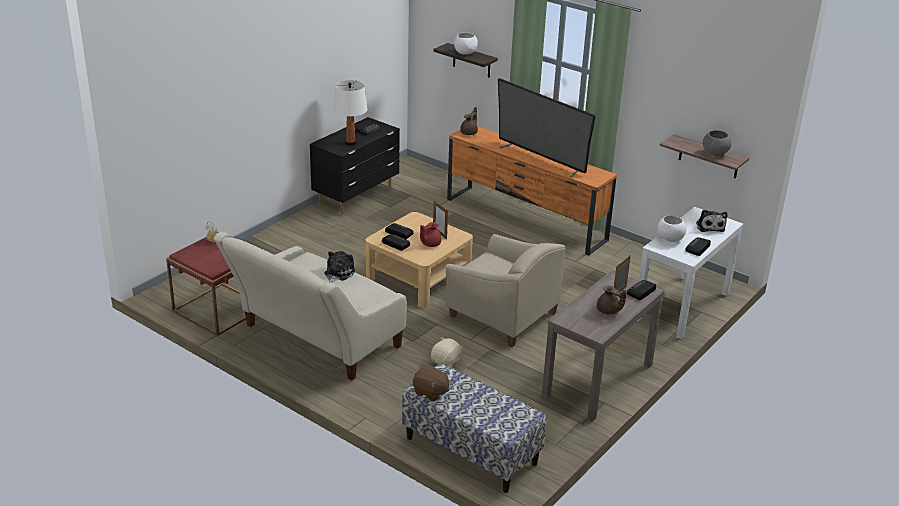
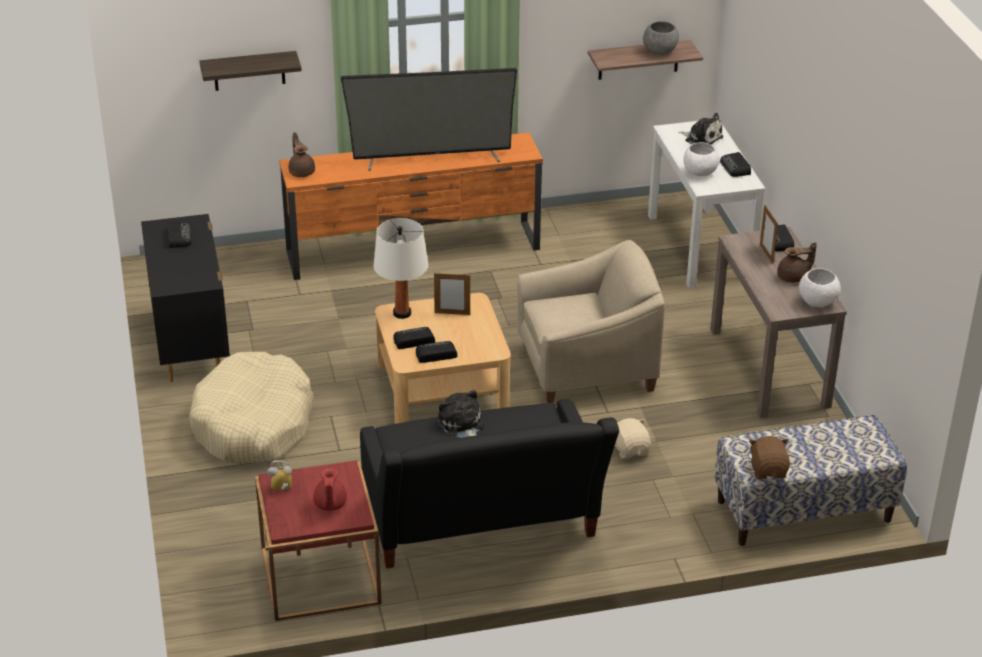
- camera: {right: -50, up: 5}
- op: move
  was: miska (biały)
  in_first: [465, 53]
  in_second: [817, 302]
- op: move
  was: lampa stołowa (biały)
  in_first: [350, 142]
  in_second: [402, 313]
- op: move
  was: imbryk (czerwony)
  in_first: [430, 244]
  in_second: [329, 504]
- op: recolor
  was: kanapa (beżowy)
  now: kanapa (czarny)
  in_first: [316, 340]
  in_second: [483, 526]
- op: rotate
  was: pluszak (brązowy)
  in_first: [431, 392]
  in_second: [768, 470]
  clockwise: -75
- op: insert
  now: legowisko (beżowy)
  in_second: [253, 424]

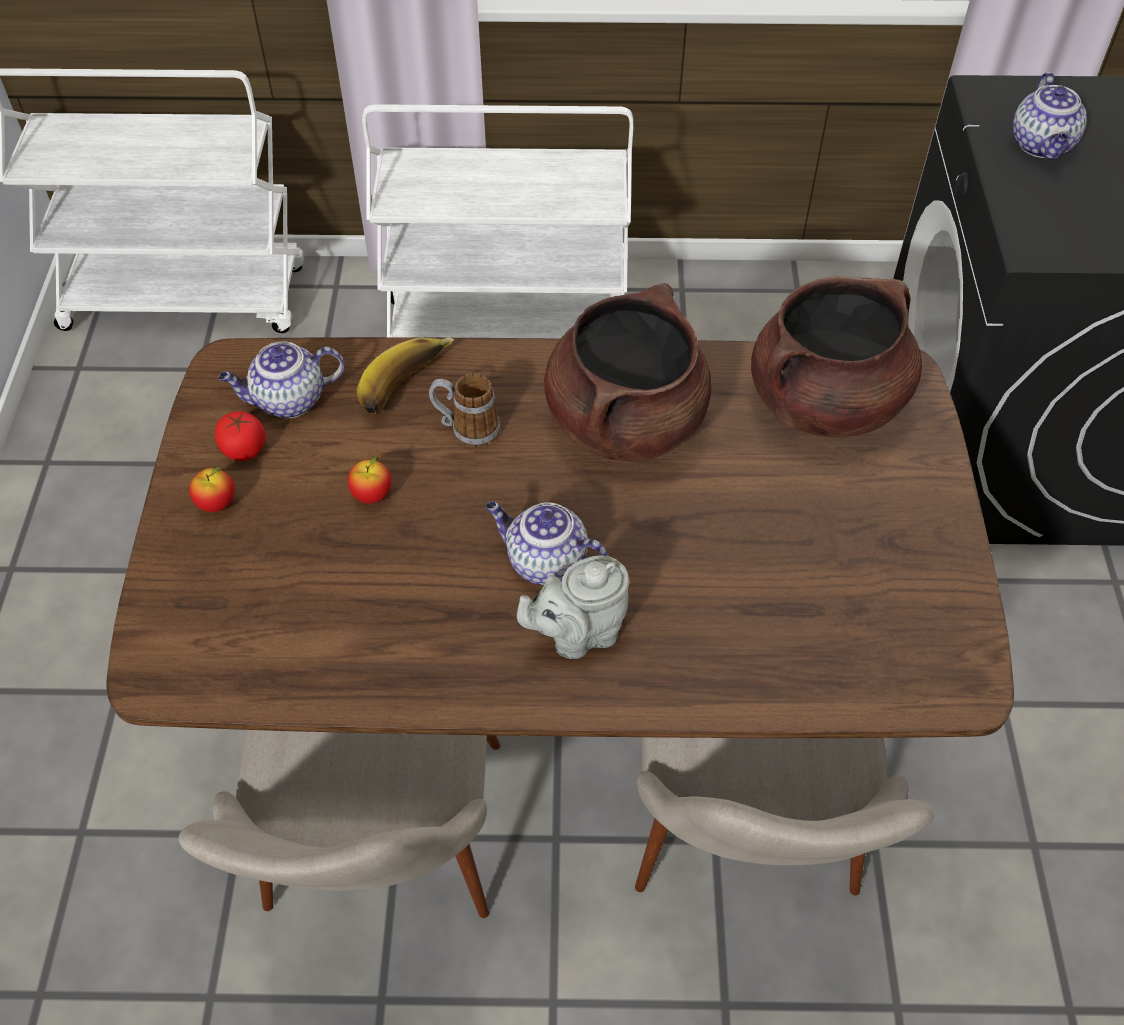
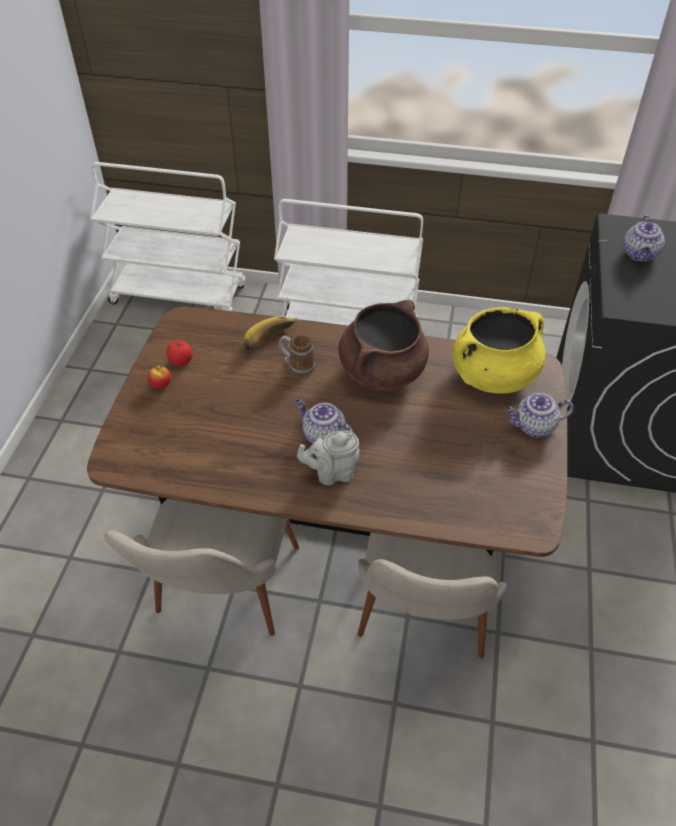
- camera: {right: 10, up: -5}
- op: recolor
  was: garnek (brązowy)
  now: garnek (żółty)
  in_first: [825, 403]
  in_second: [493, 376]
- op: move
  was: imbryk
  in_first: [288, 401]
  in_second: [533, 427]
- op: delete
  was: jabłko
  in_first: [372, 495]

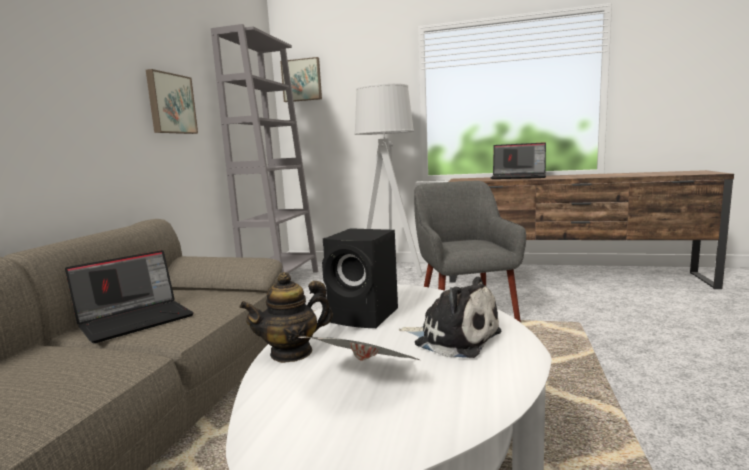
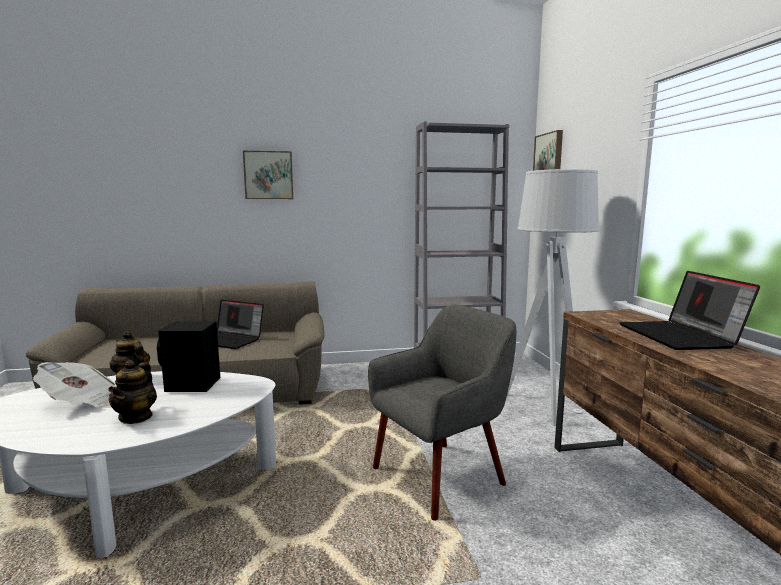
- camera: {right: 65, up: 0}
- op: move
  was: obraz
  in_first: [170, 104]
  in_second: [268, 175]
- op: replace
  was: pluszak
  now: imbryk
  in_first: [453, 338]
  in_second: [136, 417]

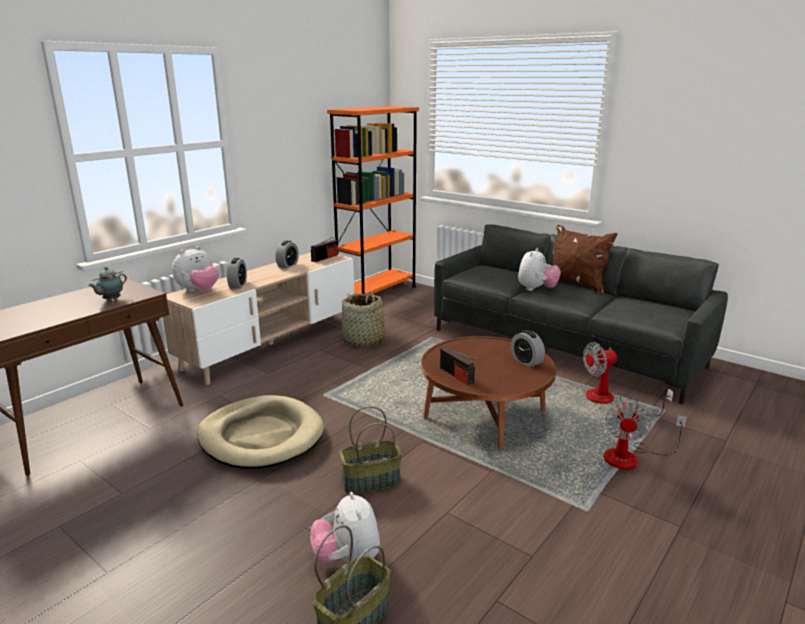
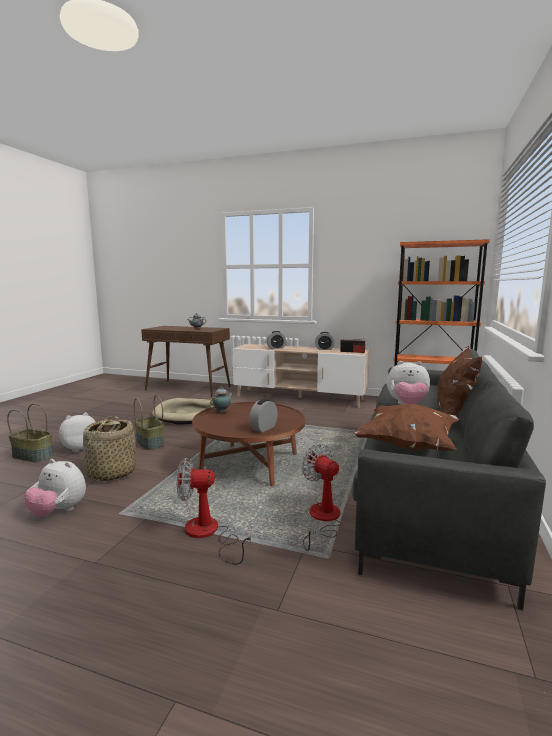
- camera: {right: 70, up: -10}
- op: move
  was: pluszak
  in_first: [198, 290]
  in_second: [58, 511]
- op: move
  was: koszyk
  in_first: [364, 340]
  in_second: [111, 473]
- op: replace
  was: radio
  now: imbryk
  in_first: [456, 375]
  in_second: [222, 412]
- op: insert
  now: poduszka (brązowy)
  in_second: [408, 446]

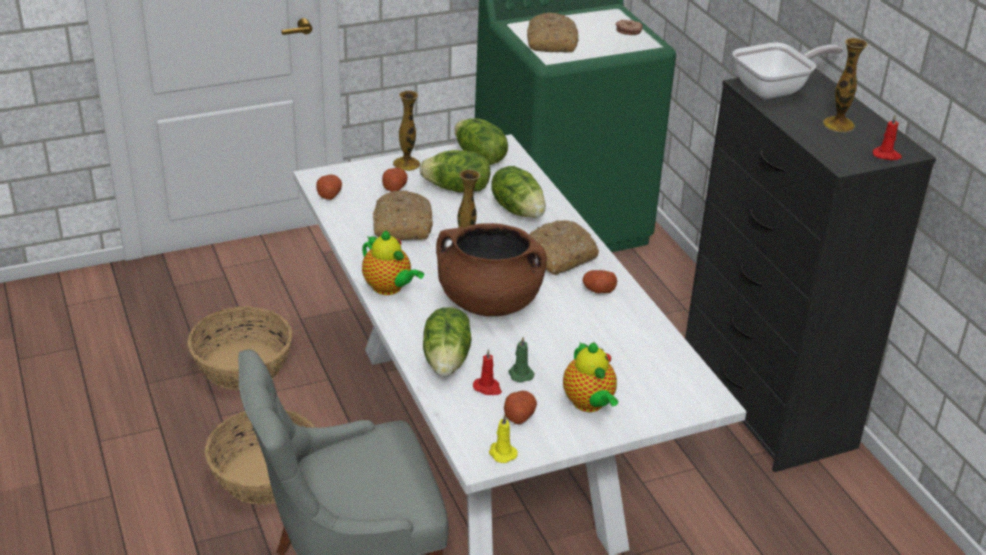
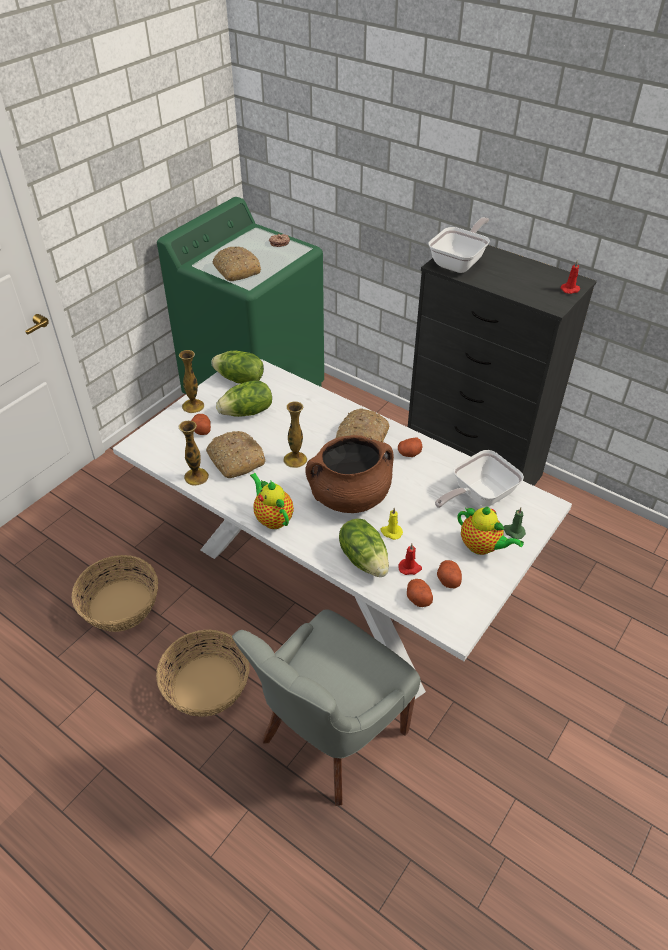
- camera: {right: -30, up: 10}
- op: move
  was: wazon
  in_first: [838, 124]
  in_second: [196, 476]
- op: delete
  was: sałata
  in_first: [518, 210]
- op: move
  was: ziemniak
  in_first: [329, 194]
  in_second: [418, 598]
- op: rotate
  was: imbryk
  in_first: [389, 288]
  in_second: [272, 518]
  clockwise: -135
- op: move
  was: świeca (zielony)
  in_first: [520, 374]
  in_second: [513, 531]
- op: move
  was: świeca (żółty)
  in_first: [501, 453]
  in_second: [391, 532]
- op: insert
  now: patelnia
  in_second: [478, 496]

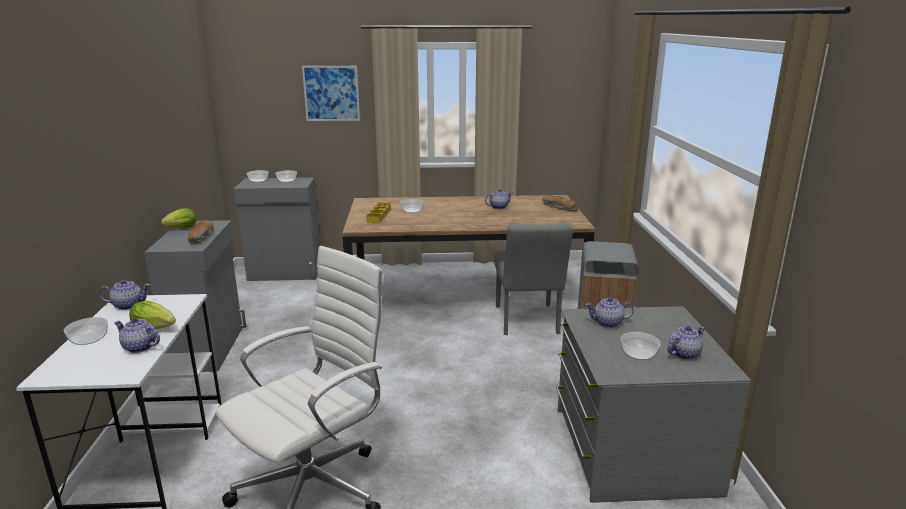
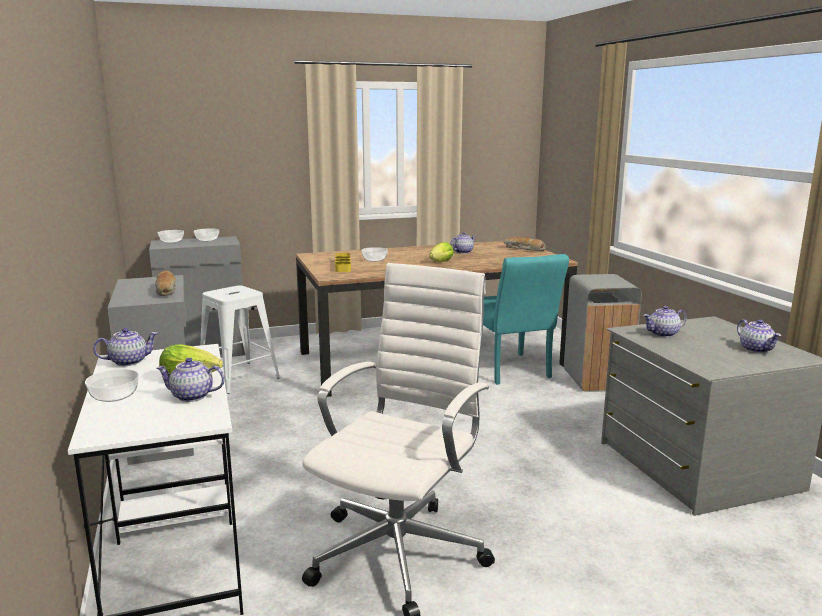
- camera: {right: -15, up: -5}
- op: delete
  was: obraz
  in_first: [331, 93]
- op: move
  was: sałata
  in_first: [179, 229]
  in_second: [440, 262]
- op: recolor
  was: krzesło (szary)
  now: krzesło (turkusowy)
  in_first: [527, 322]
  in_second: [512, 371]
- op: rotate
  was: imbryk
  in_first: [683, 353]
  in_second: [756, 349]
  clockwise: 120
- op: delete
  was: miska
  in_first: [639, 354]
- op: insert
  now: stołek (biały)
  in_second: [238, 378]

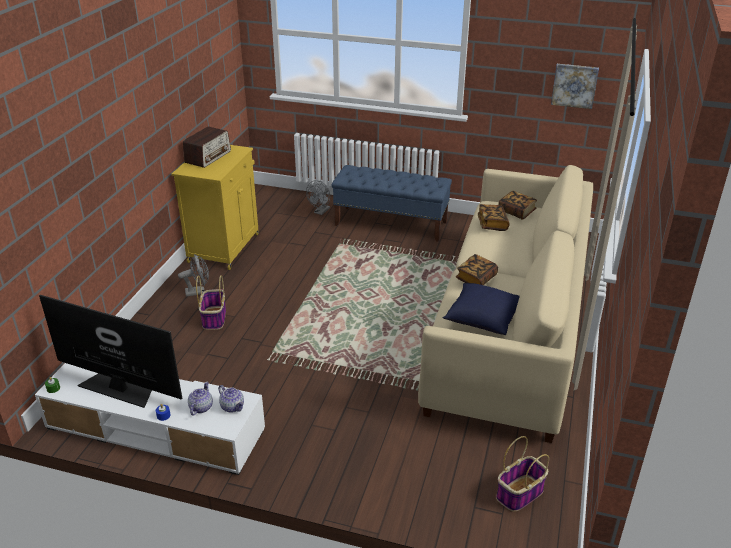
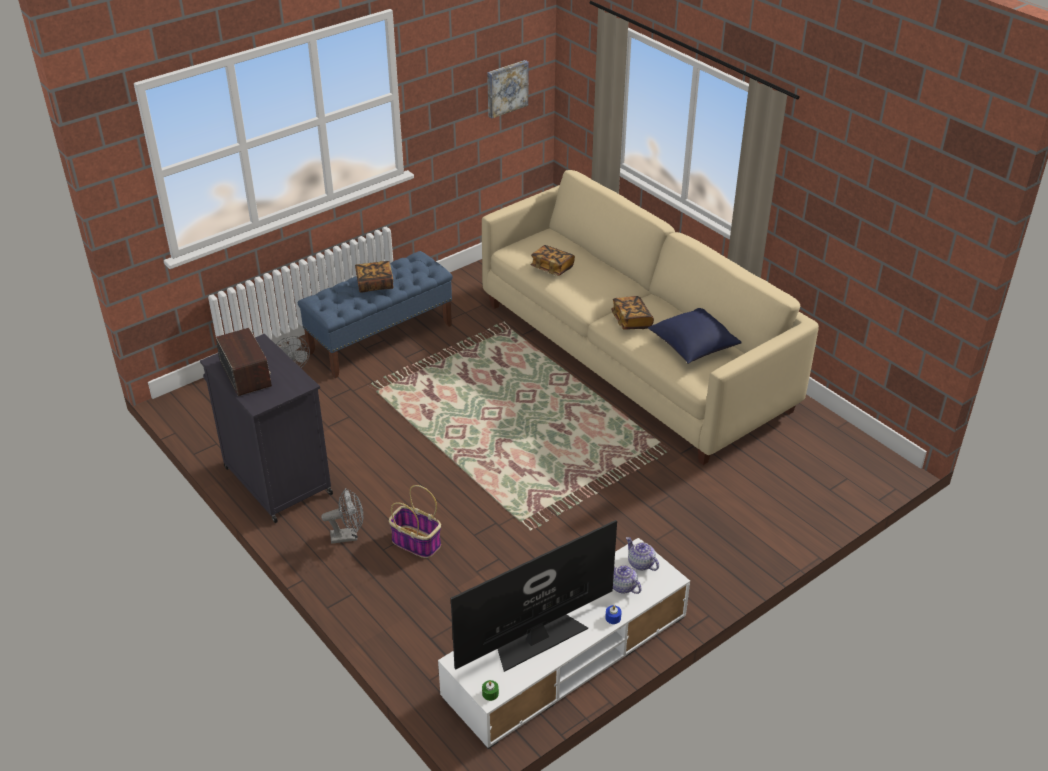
- camera: {right: -55, up: 5}
- op: recolor
  was: szafka (żółty)
  now: szafka (czarny)
  in_first: [224, 247]
  in_second: [276, 479]
- op: move
  was: książka
  in_first: [516, 212]
  in_second: [375, 284]
- op: rotate
  was: wentylator (szary)
  in_first: [198, 291]
  in_second: [348, 536]
  clockwise: 60
- op: rotate
  was: imbryk
  in_first: [233, 407]
  in_second: [640, 563]
  clockwise: -120
- op: delete
  was: koszyk
  in_first: [519, 494]

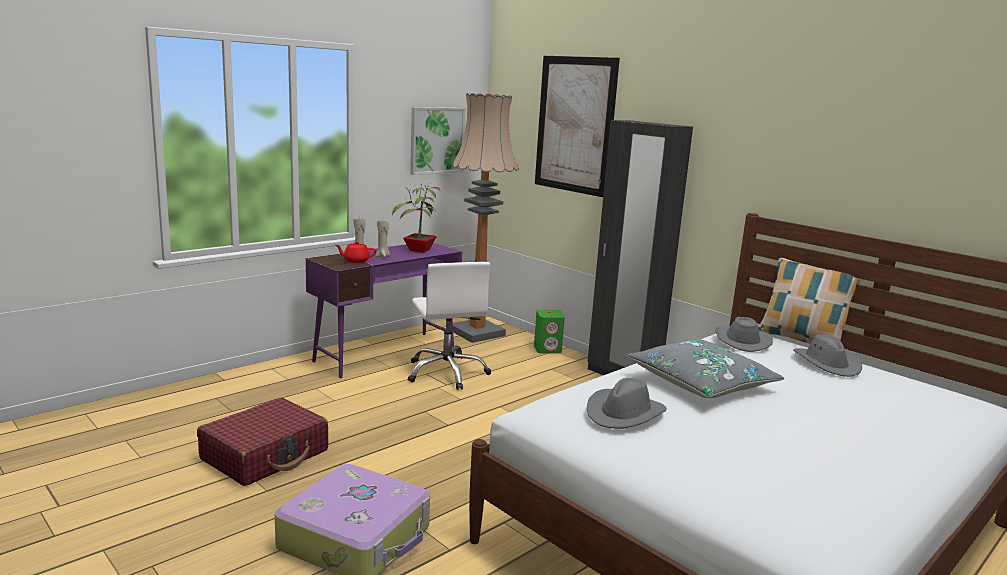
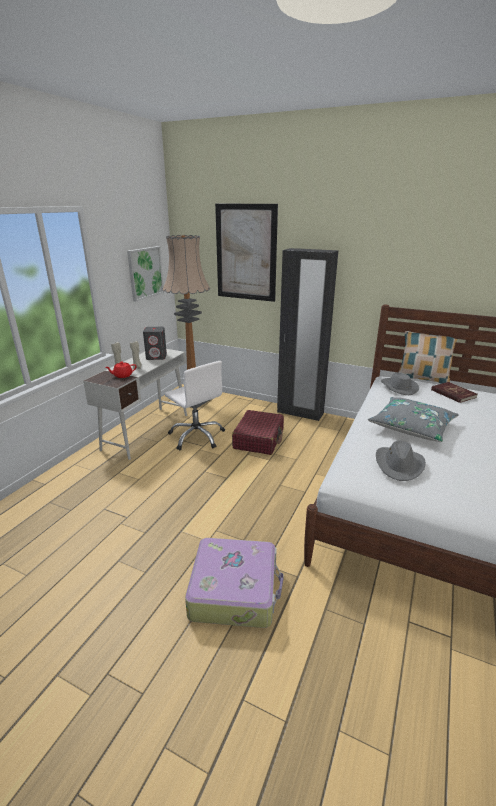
- camera: {right: -20, up: 10}
- op: replace
  was: roślina doniczkowa
  now: głośnik (szary)
  in_first: [419, 250]
  in_second: [156, 357]
- op: recolor
  was: biurko (fioletowy)
  now: biurko (biały)
  in_first: [386, 354]
  in_second: [147, 431]
- op: delete
  was: głośnik (zielony)
  in_first: [548, 349]
- op: replace
  was: kapelusz (szary)
  now: książka (czerwony)
  in_first: [827, 363]
  in_second: [453, 394]
- op: move
  was: walizka (czerwony)
  in_first: [265, 455]
  in_second: [259, 439]

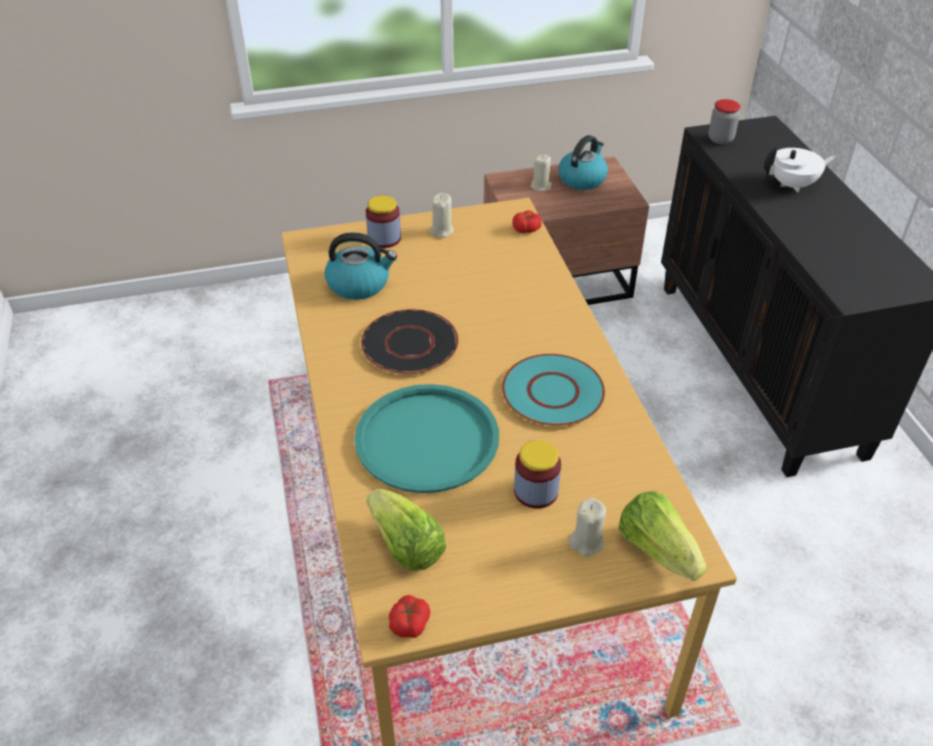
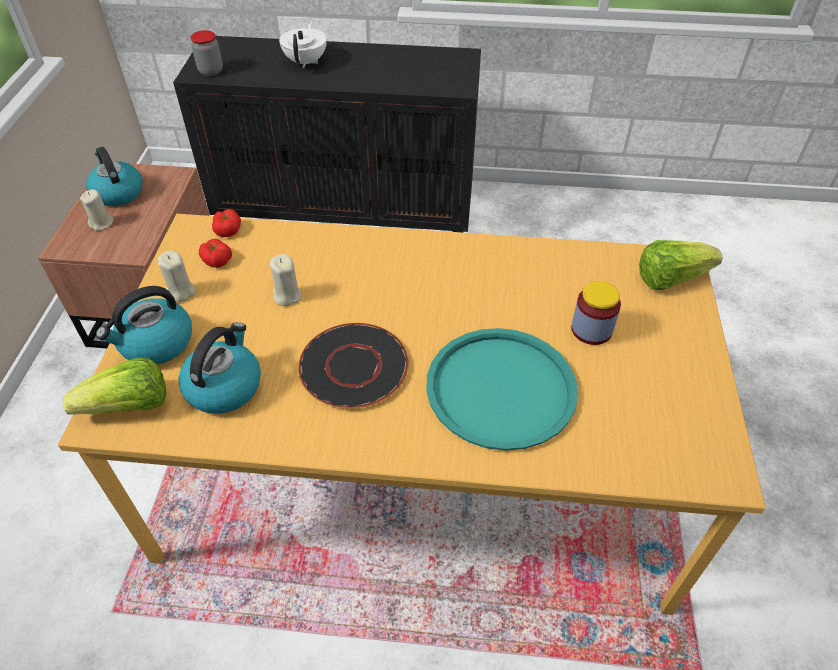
- camera: {right: -70, up: 5}
- op: replace
  was: słoik
  now: czajnik
  in_first: [384, 238]
  in_second: [156, 344]
- op: delete
  was: talerz (turkusowy)
  in_first: [553, 391]
- op: move
  was: sałata
  in_first: [405, 545]
  in_second: [129, 407]
- op: move
  was: świeca (beżowy)
  in_first: [586, 542]
  in_second: [287, 295]
- op: move
  was: pomidor
  in_first: [409, 623]
  in_second: [216, 260]

